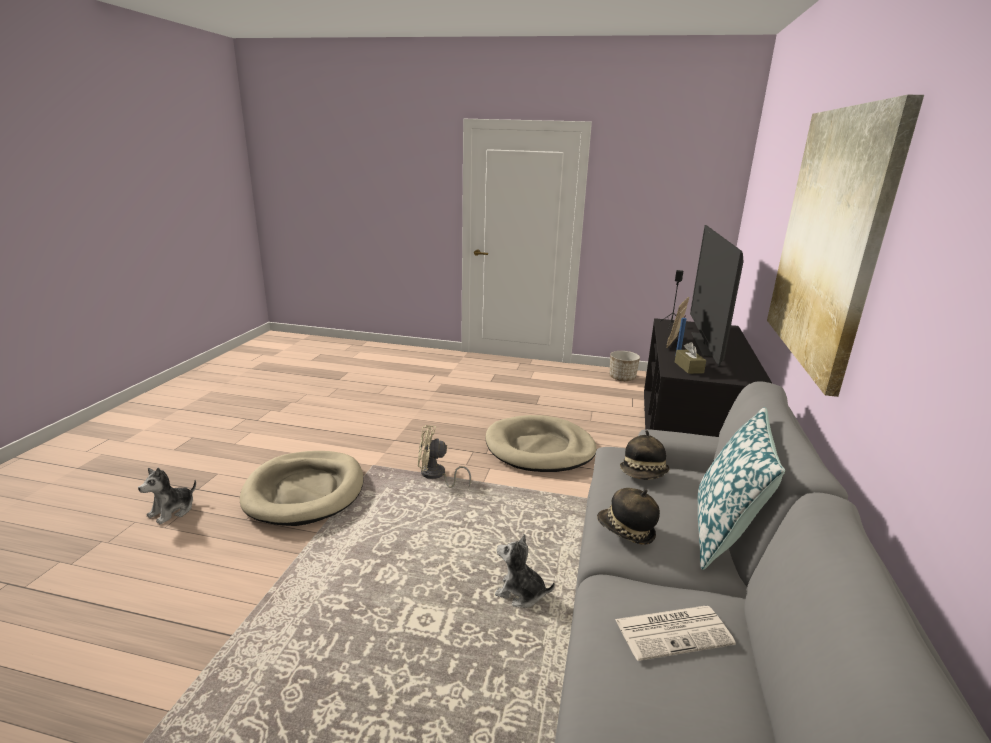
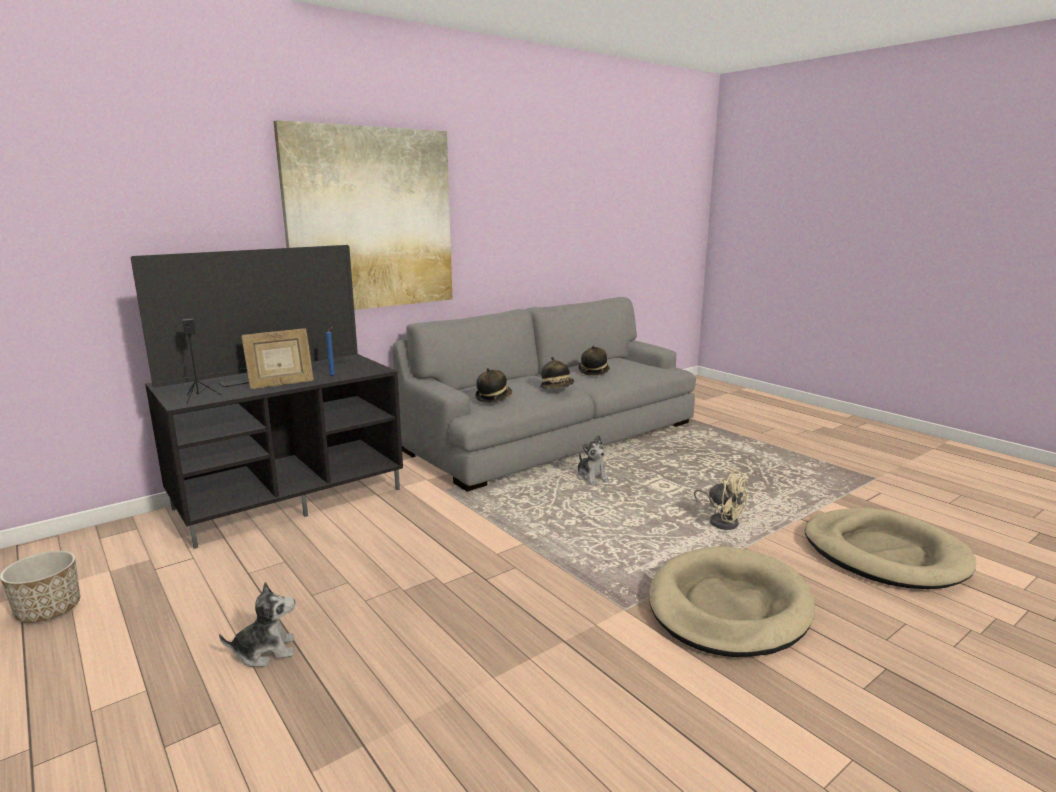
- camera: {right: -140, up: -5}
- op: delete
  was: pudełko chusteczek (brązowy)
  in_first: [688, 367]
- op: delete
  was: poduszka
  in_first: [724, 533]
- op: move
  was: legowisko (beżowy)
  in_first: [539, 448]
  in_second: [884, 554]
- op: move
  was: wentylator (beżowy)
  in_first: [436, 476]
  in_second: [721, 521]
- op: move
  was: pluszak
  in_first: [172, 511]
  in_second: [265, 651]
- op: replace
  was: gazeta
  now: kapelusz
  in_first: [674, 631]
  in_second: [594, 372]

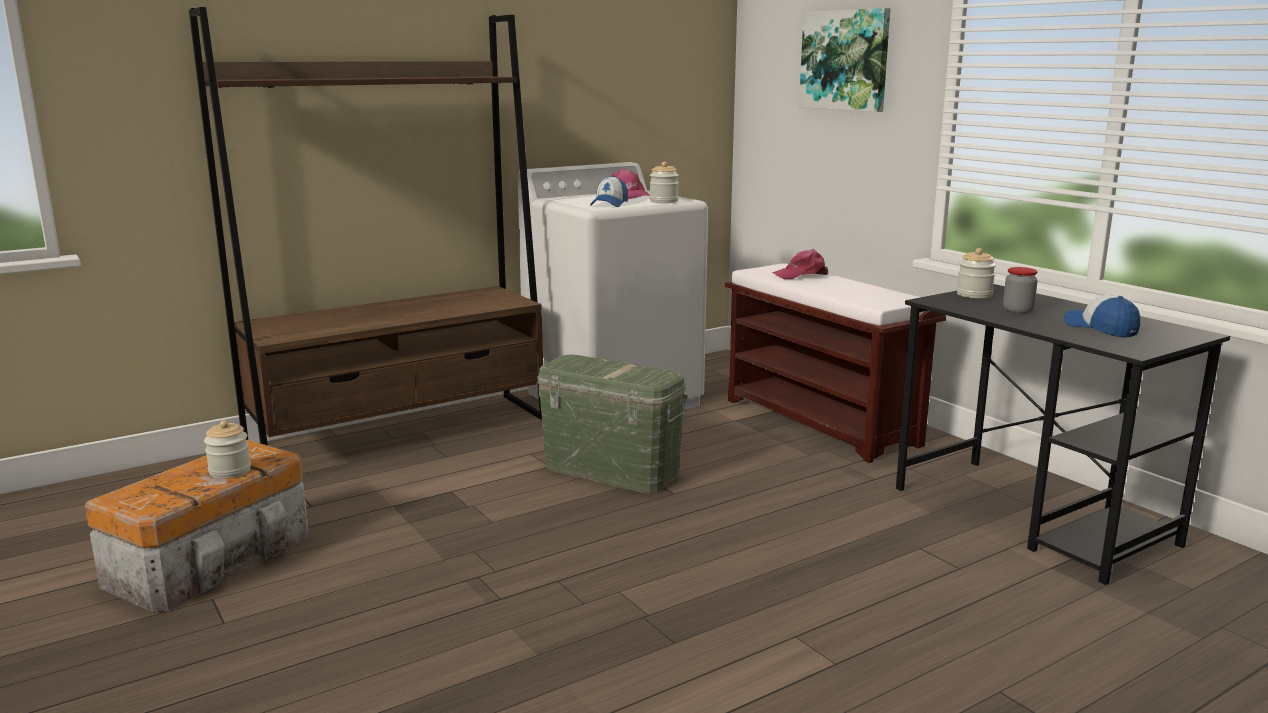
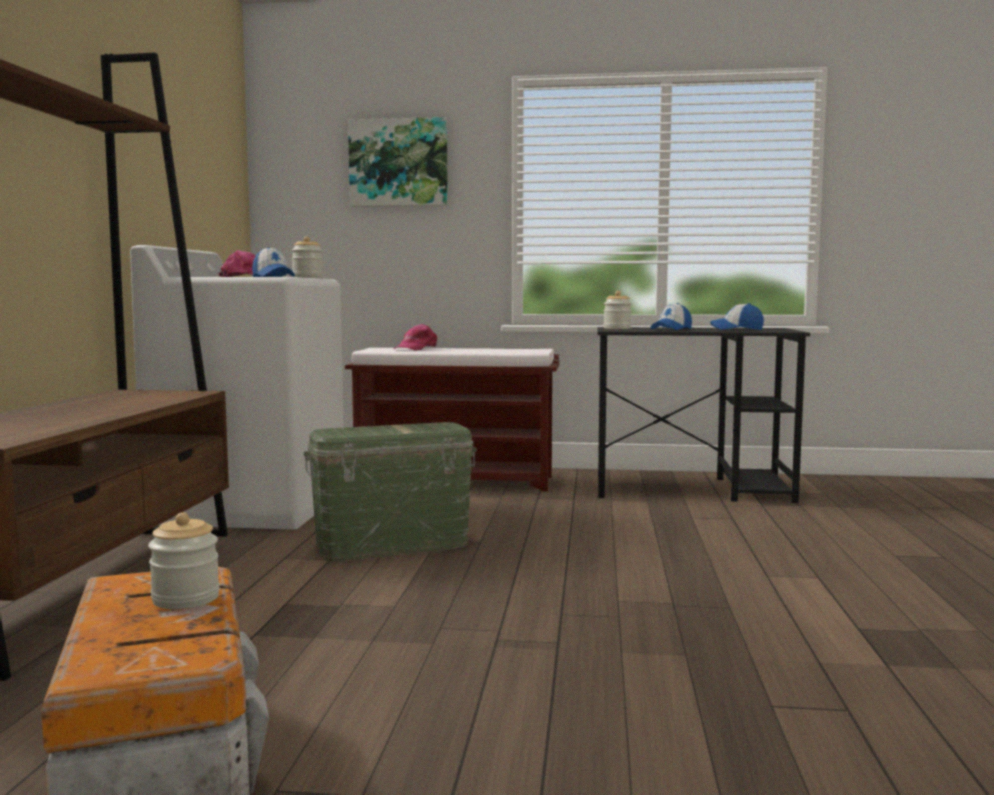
- camera: {right: -50, up: -10}
- op: replace
  was: słoik
  now: czapka z daszkiem
  in_first: [1017, 311]
  in_second: [671, 329]

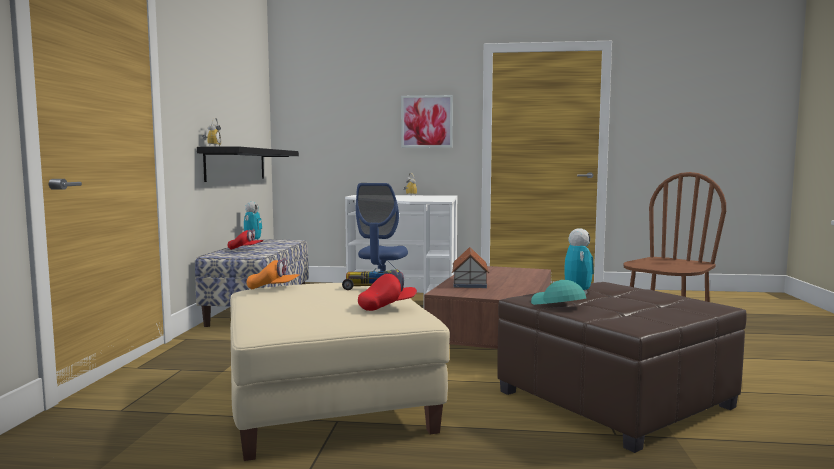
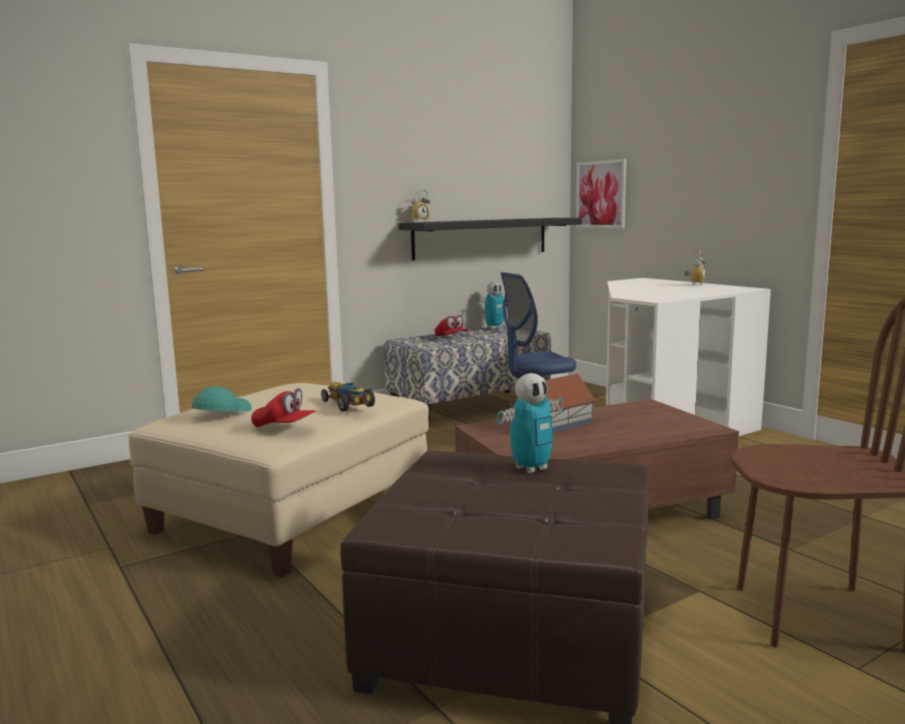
- camera: {right: 50, up: 5}
- op: move
  was: obraz
  in_first: [426, 121]
  in_second: [601, 194]
- op: delete
  was: czapka z daszkiem (pomarańczowy)
  in_first: [273, 288]
- op: move
  was: czapka z daszkiem (turkusowy)
  in_first: [557, 304]
  in_second: [221, 413]

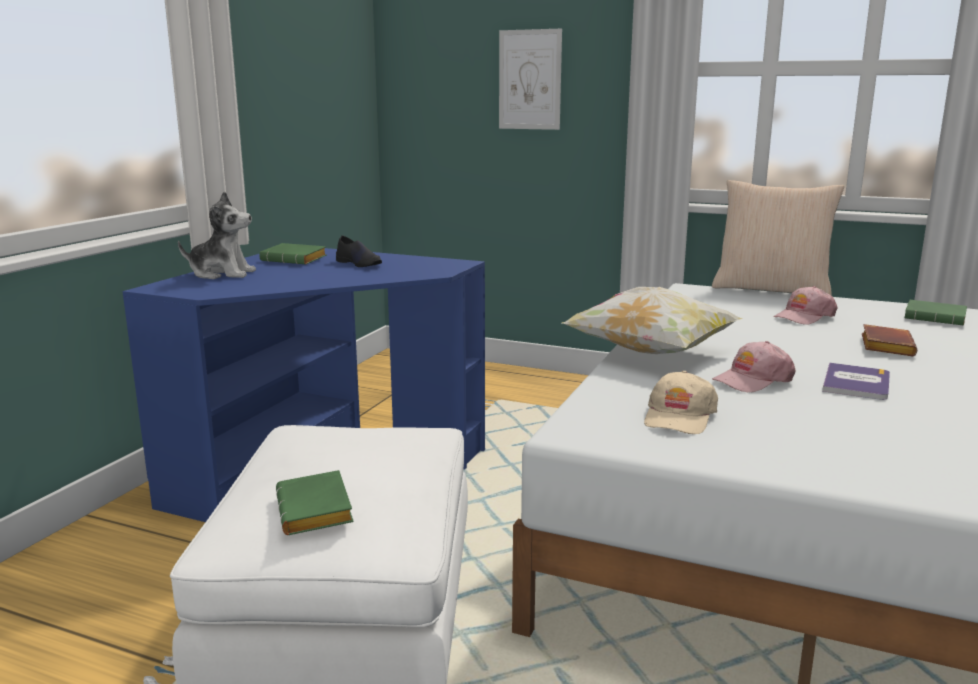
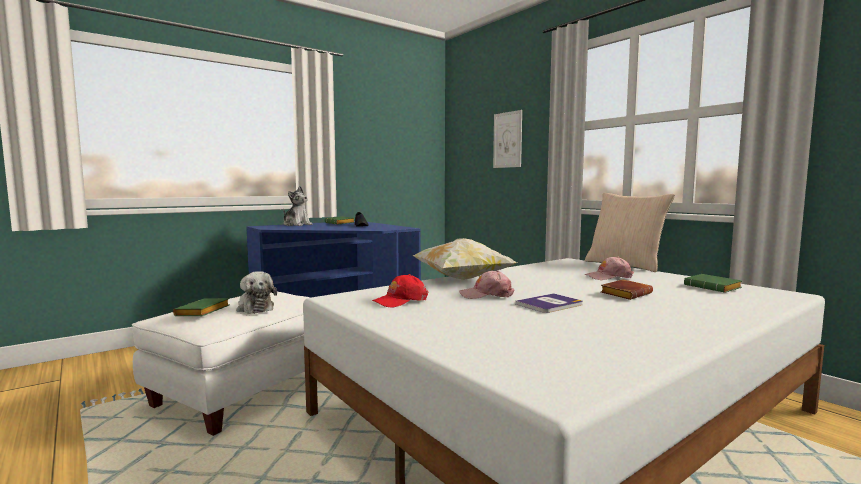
- camera: {right: 30, up: -10}
- op: recolor
  was: czapka z daszkiem (beżowy)
  now: czapka z daszkiem (czerwony)
  in_first: [679, 417]
  in_second: [400, 301]
- op: insert
  now: pluszak
  in_second: [255, 308]

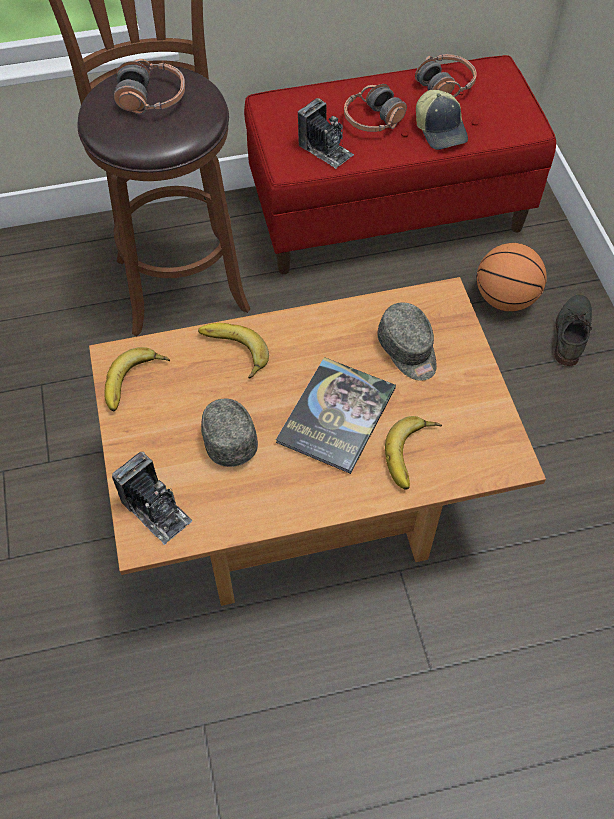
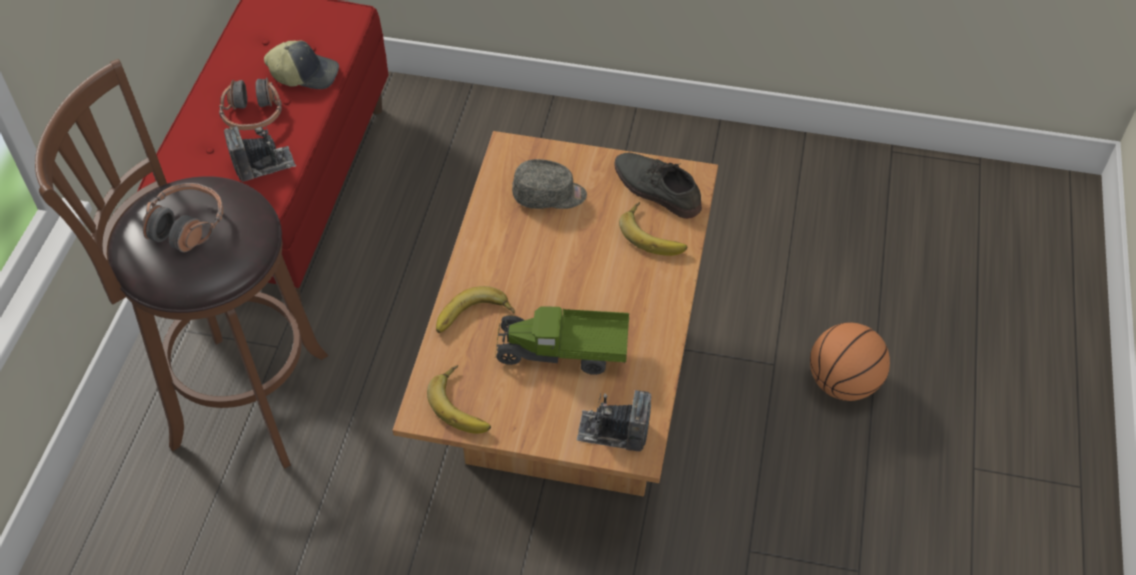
- camera: {right: -65, up: -5}
- op: delete
  was: słuchawki
  in_first: [445, 85]
- op: move
  was: piłka do koszykówki
  in_first: [505, 299]
  in_second: [843, 383]
- op: move
  was: but (szary)
  in_first: [571, 332]
  in_second: [655, 189]
- op: delete
  was: książka
  in_first: [336, 415]
- op: replace
  was: czapka z daszkiem (szary)
  now: ciężarówka zabawkowa
  in_first: [227, 435]
  in_second: [563, 353]
- op: rotate
  was: aparat fotograficzny
  in_first: [156, 510]
  in_second: [613, 431]
  clockwise: -150

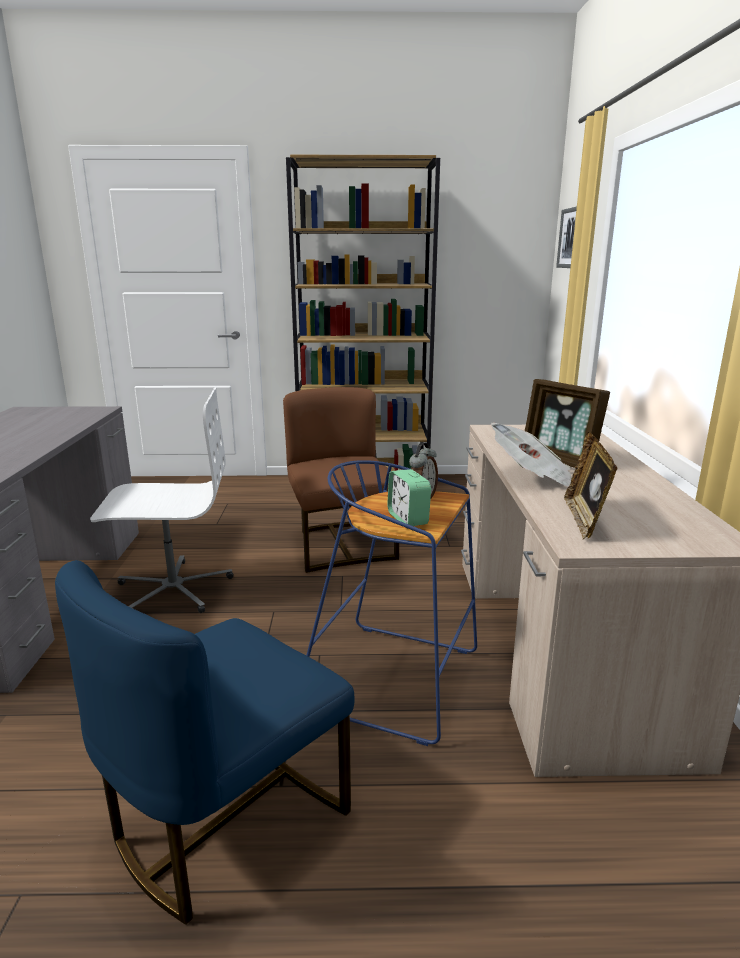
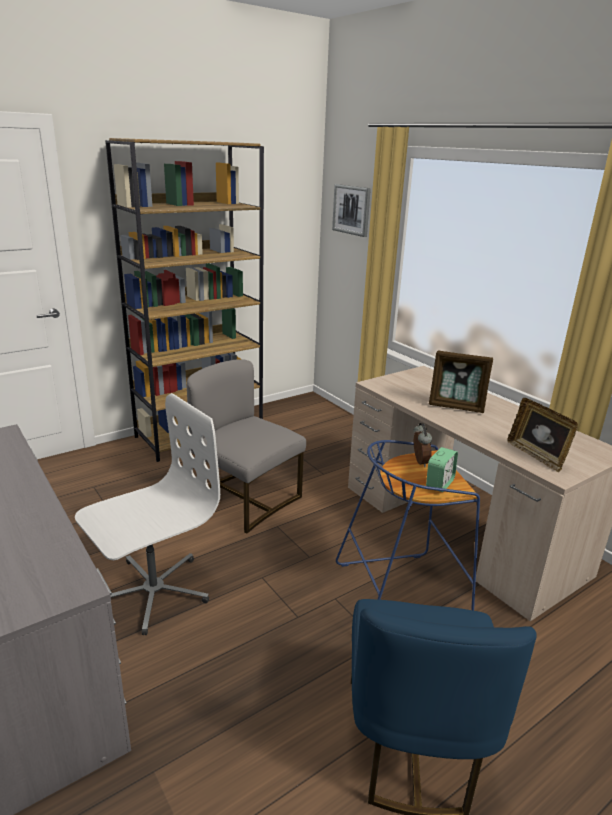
- camera: {right: -35, up: 5}
- op: recolor
  was: krzesło (brązowy)
  now: krzesło (szary)
  in_first: [341, 545]
  in_second: [245, 499]
- op: delete
  was: gazeta
  in_first: [532, 477]
- op: rotate
  was: budzik
  in_first: [408, 519]
  in_second: [439, 484]
  clockwise: -90

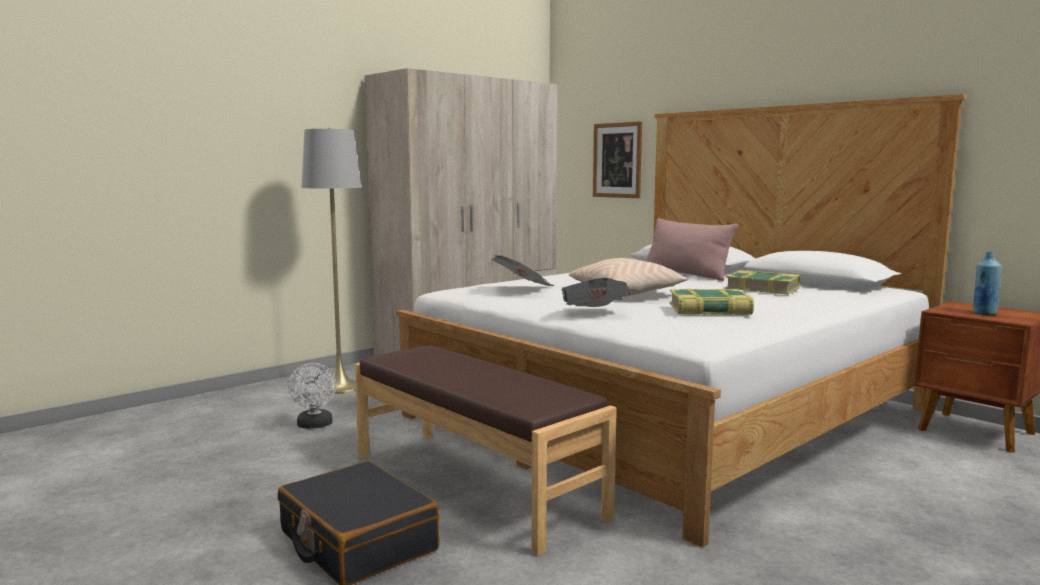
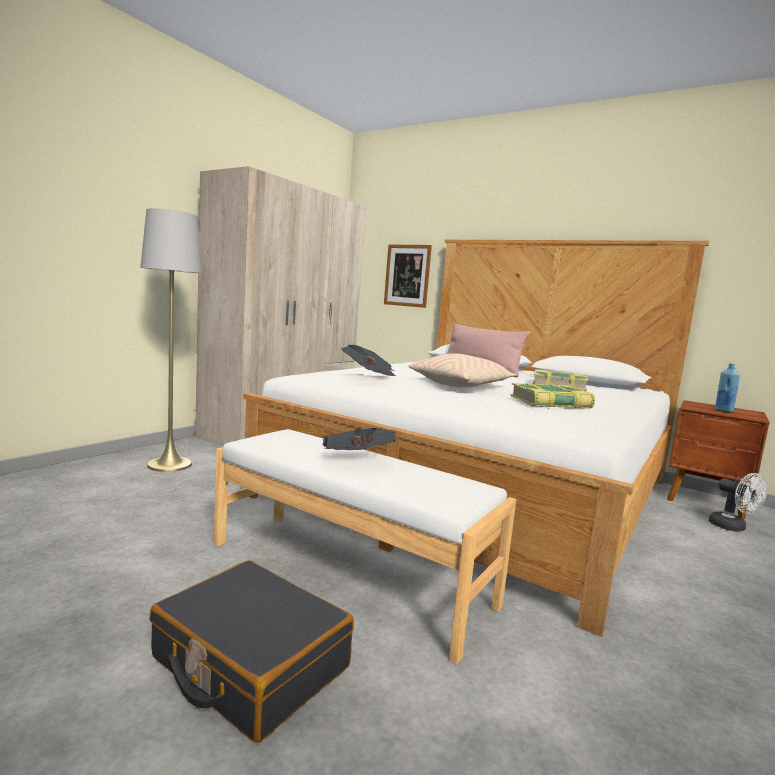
- camera: {right: -15, up: 0}
- op: move
  was: gazeta
  in_first: [595, 313]
  in_second: [357, 461]
- op: recolor
  was: ławka (brązowy)
  now: ławka (biały)
  in_first: [475, 484]
  in_second: [348, 573]
- op: move
  was: wentylator (biały)
  in_first: [315, 425]
  in_second: [732, 527]

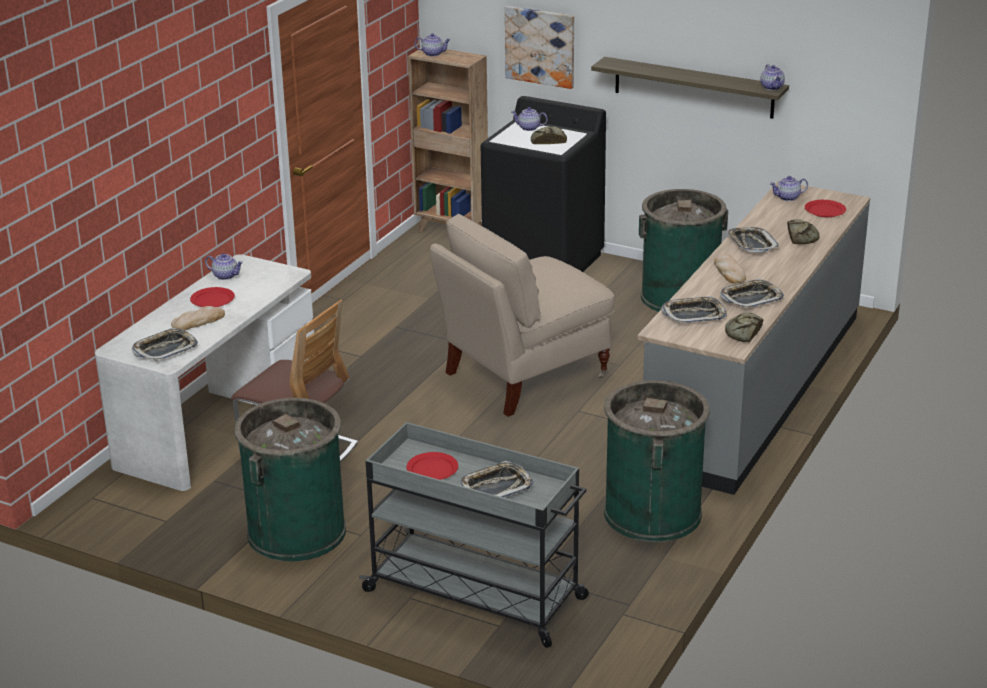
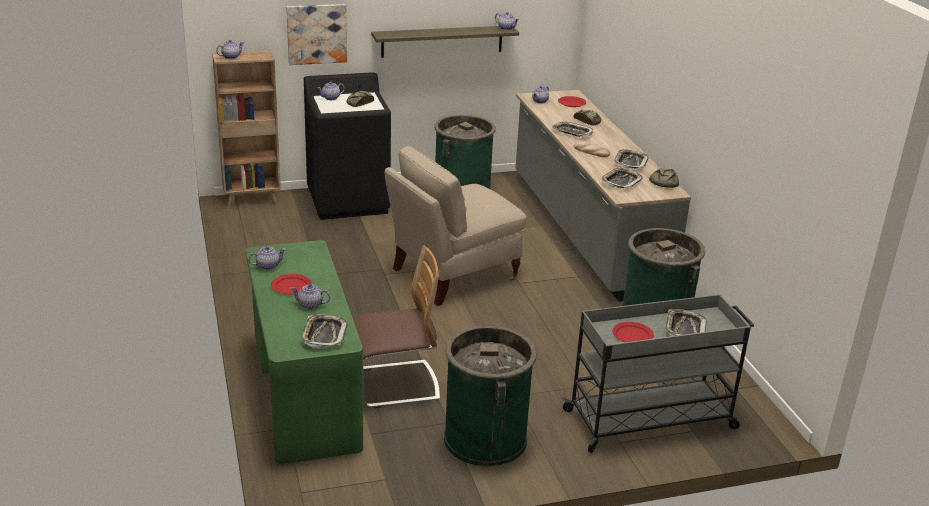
- camera: {right: -45, up: 0}
- op: rotate
  was: krzesło (beżowy)
  in_first: [523, 376]
  in_second: [453, 275]
  clockwise: 45
- op: recolor
  was: biurko (biały)
  now: biurko (zielony)
  in_first: [218, 421]
  in_second: [303, 391]
- op: replace
  was: chleb
  now: imbryk
  in_first: [198, 321]
  in_second: [310, 305]

